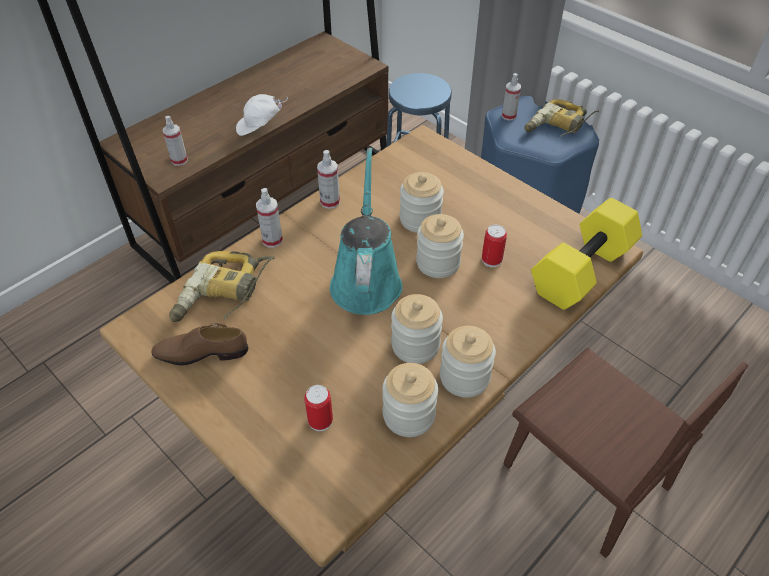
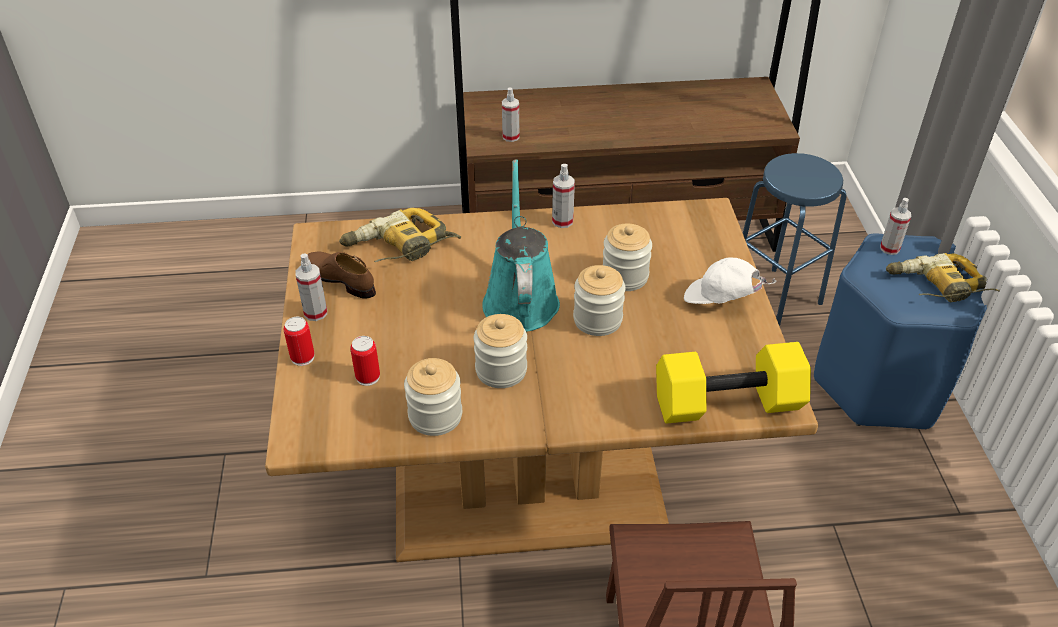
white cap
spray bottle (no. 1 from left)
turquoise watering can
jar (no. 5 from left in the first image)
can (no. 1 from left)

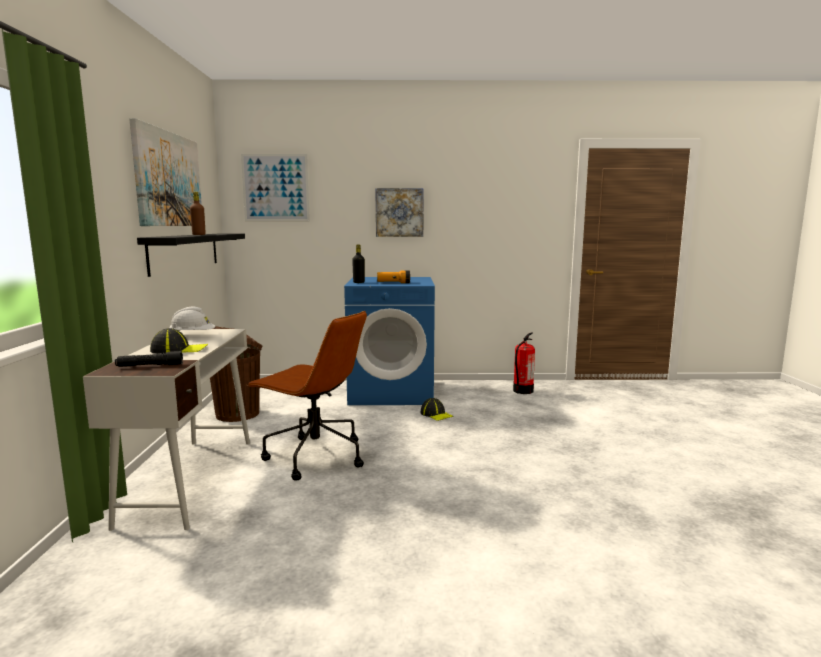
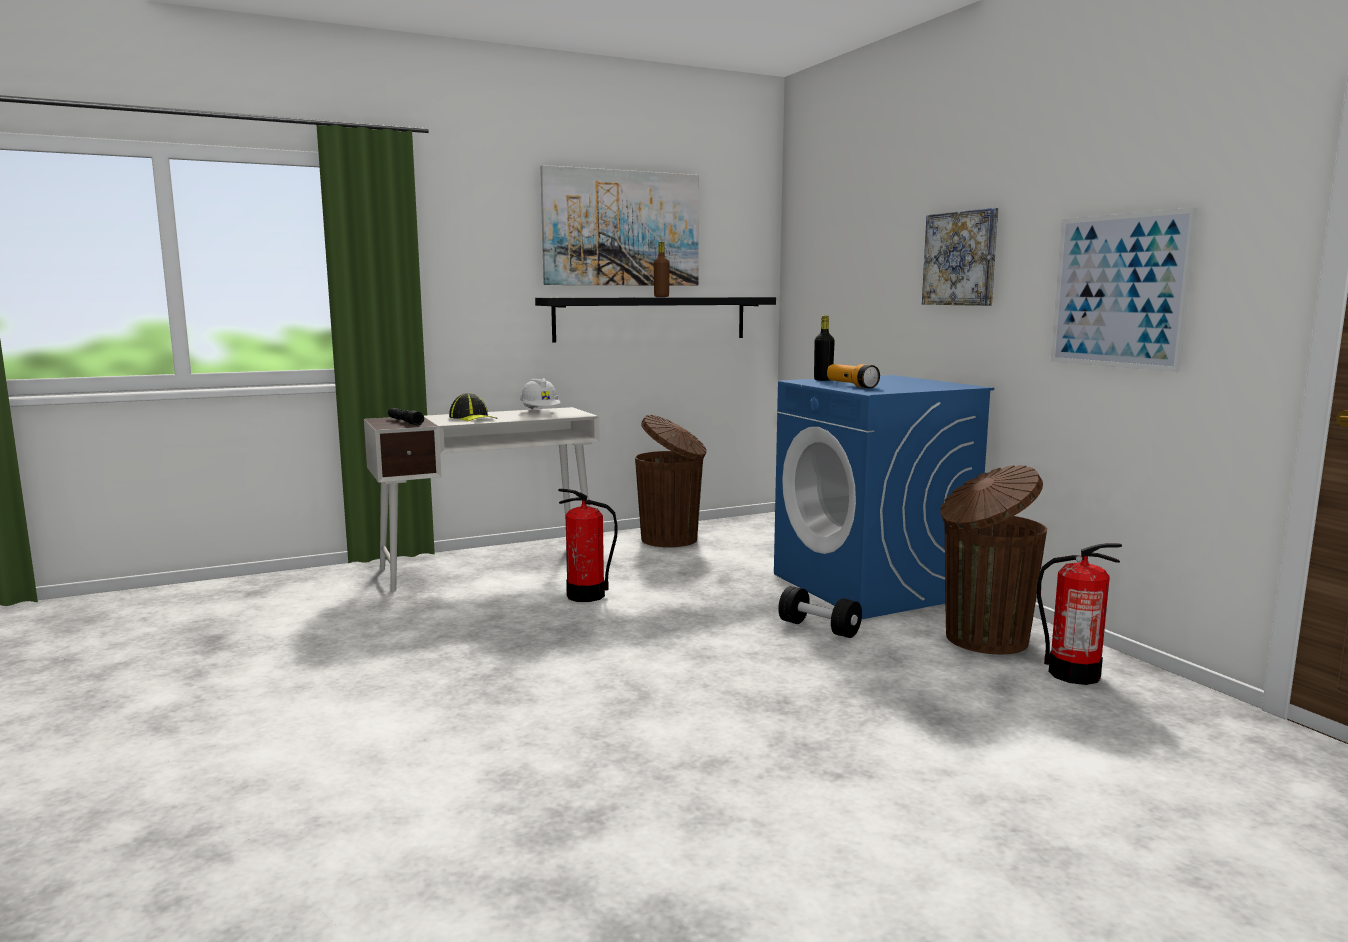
picture (no. 3 from left)
fire extinguisher (no. 1 from left)
black dumbbell
brown trash can (no. 2 from left)

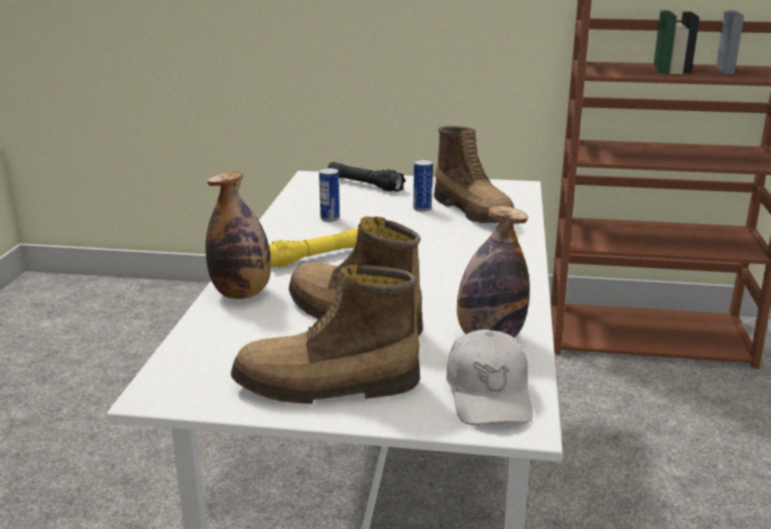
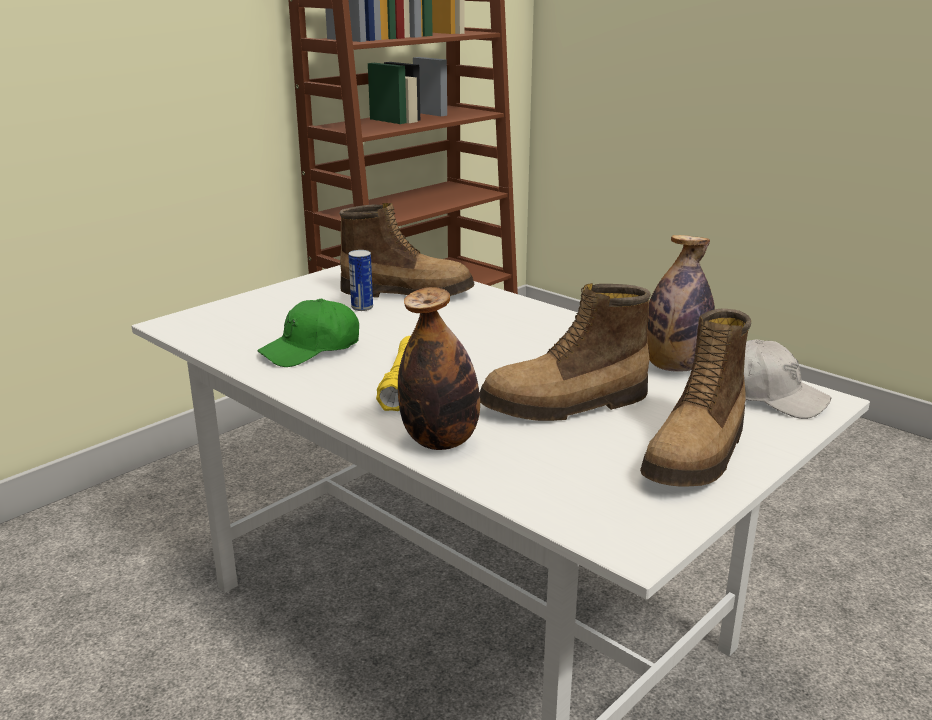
green cap
black flashlight

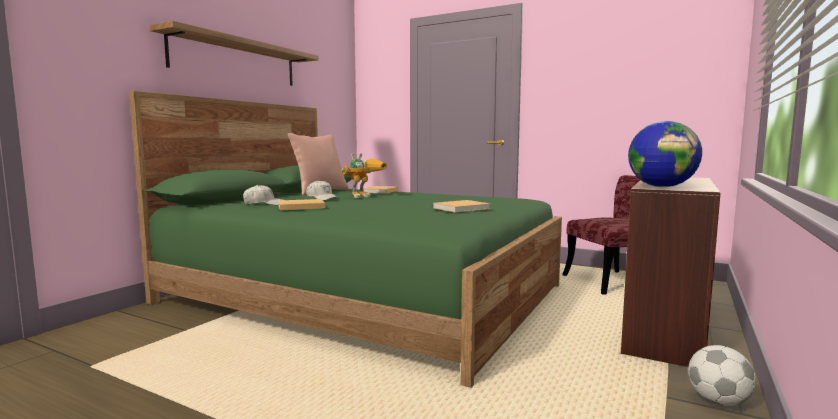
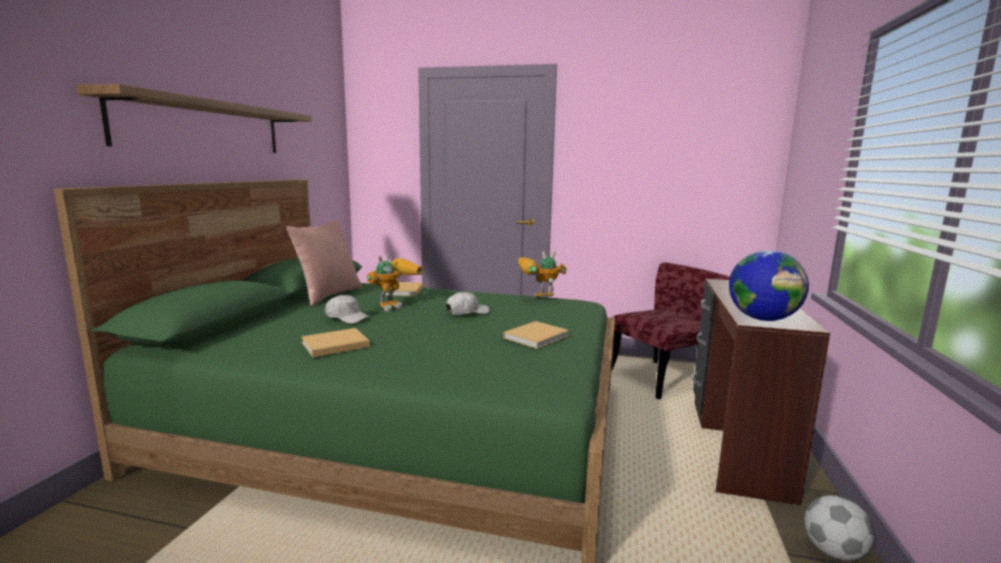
white cap (no. 2 from left)
toy robot (no. 2 from left)

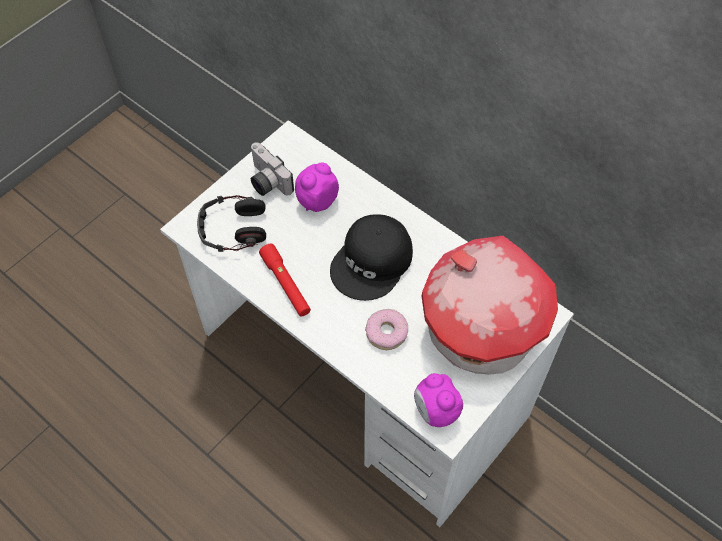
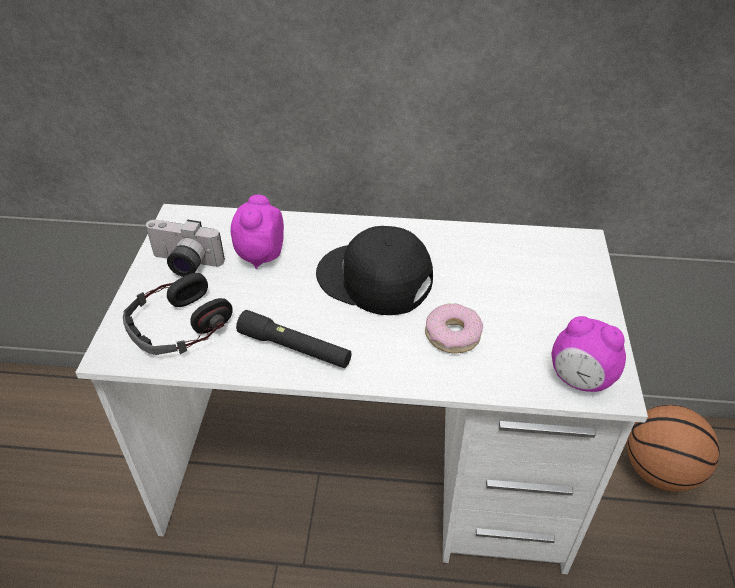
black flashlight
black cap
toy house
basketball

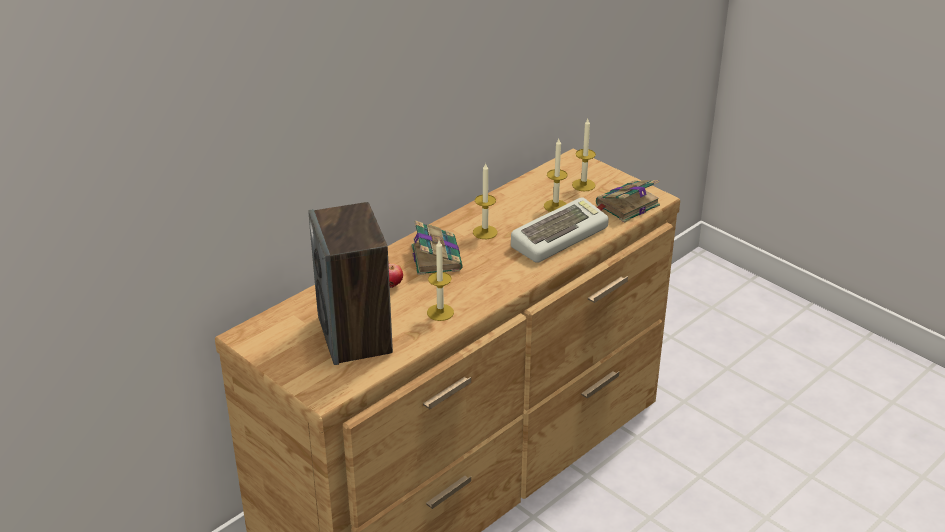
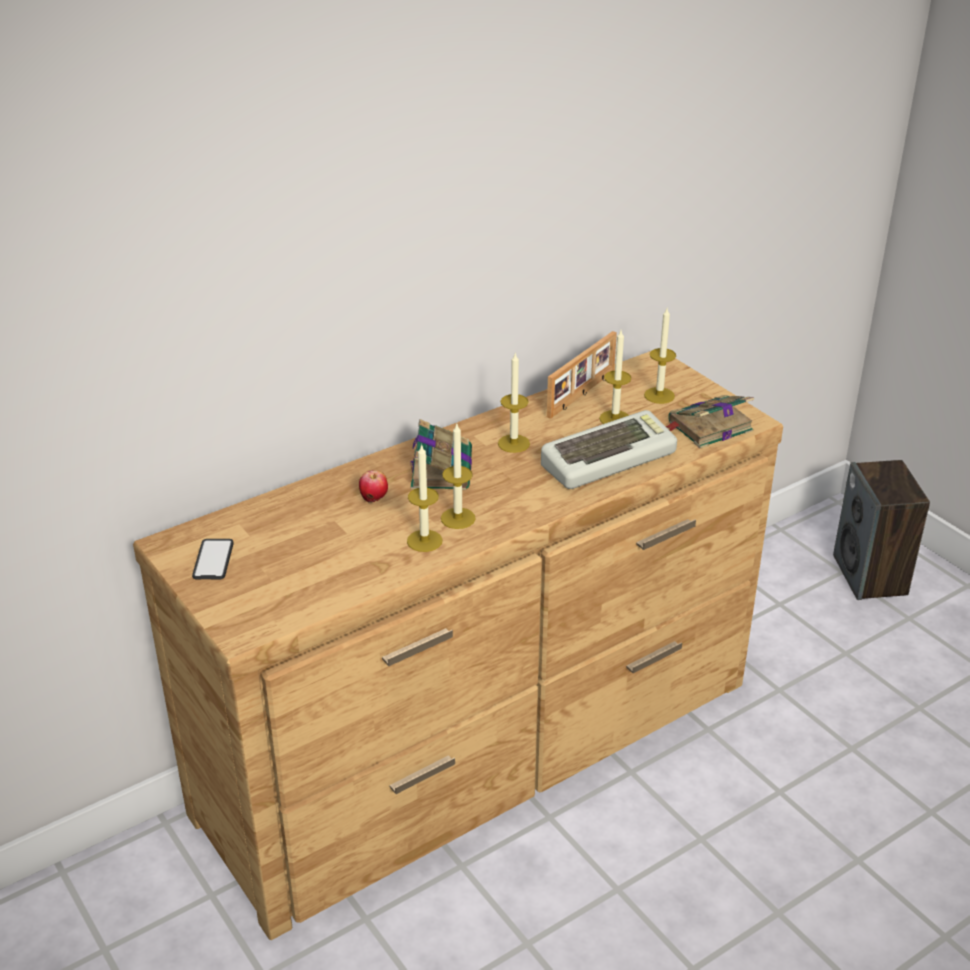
speaker
phone
candle (no. 2 from left)
picture frame

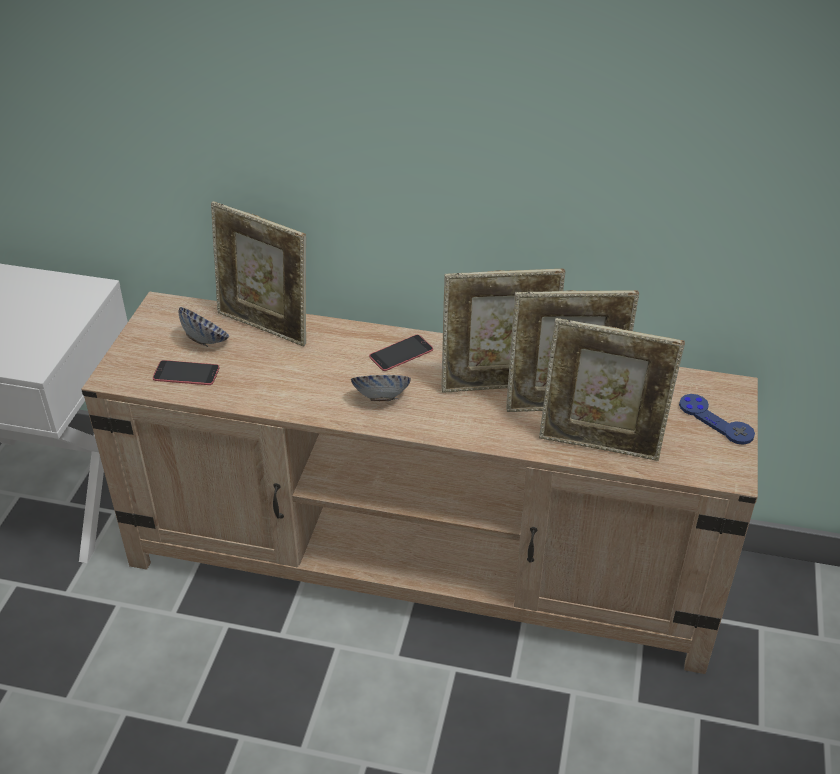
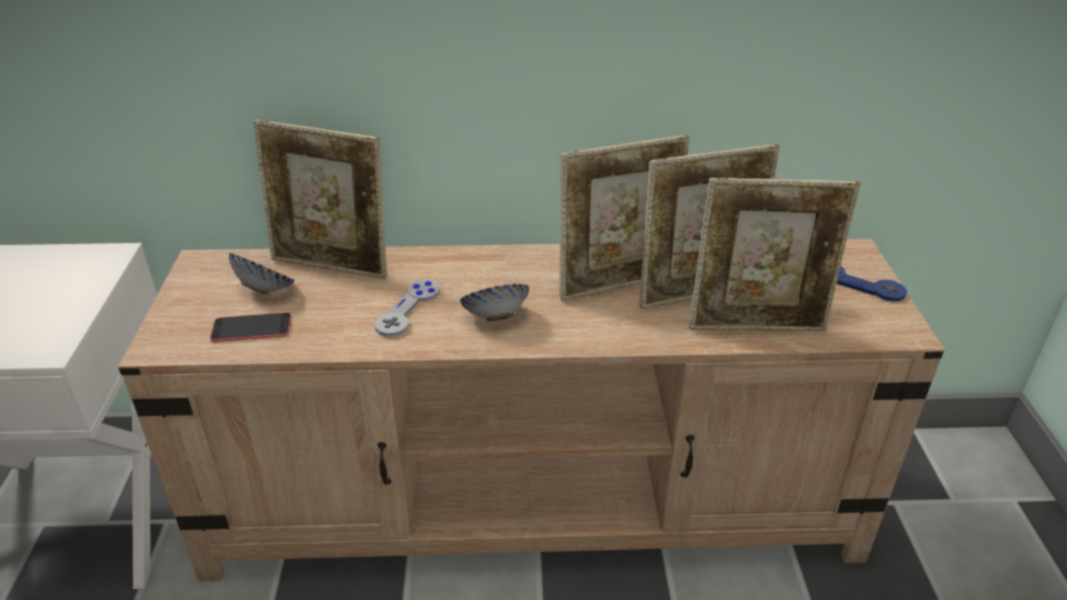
phone (no. 2 from left in the first image)
grey game controller

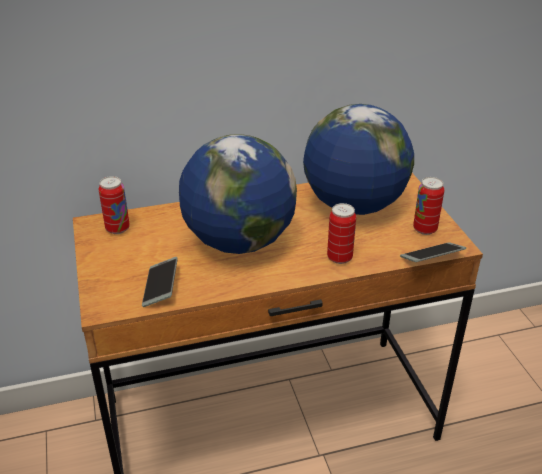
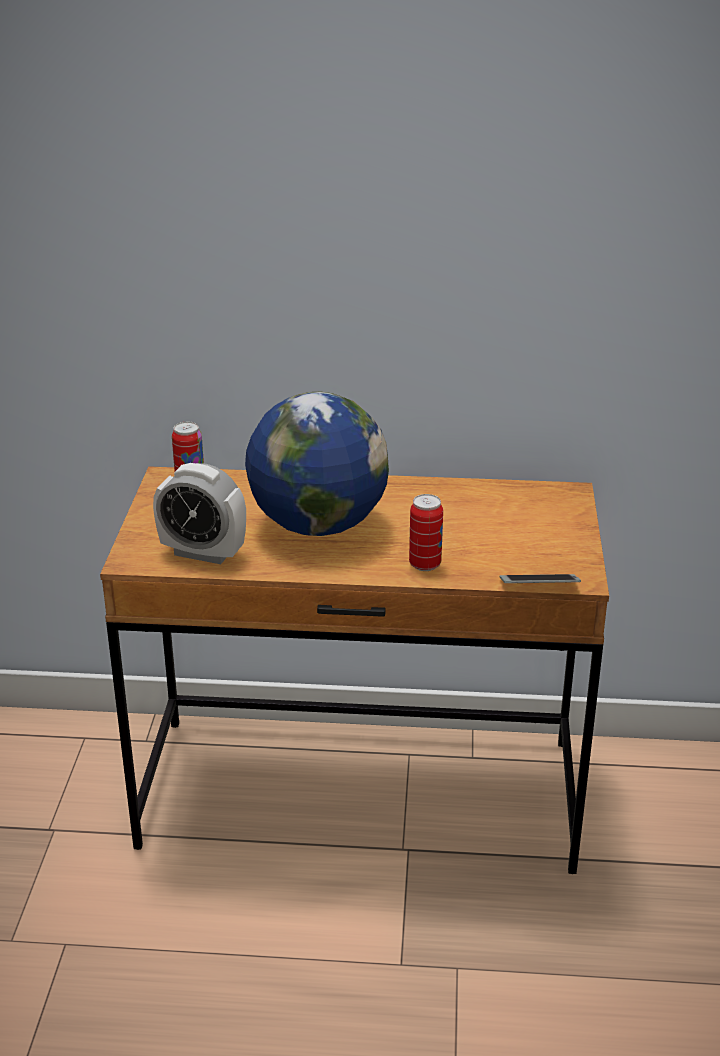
alarm clock
globe (no. 2 from left in the first image)
can (no. 3 from left in the first image)

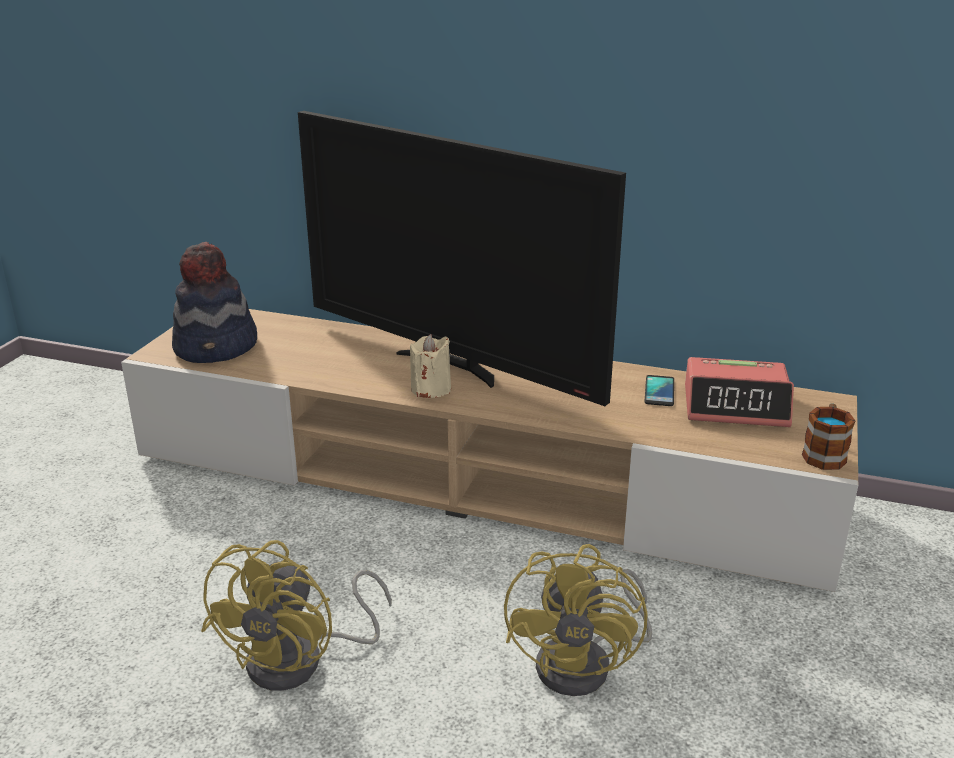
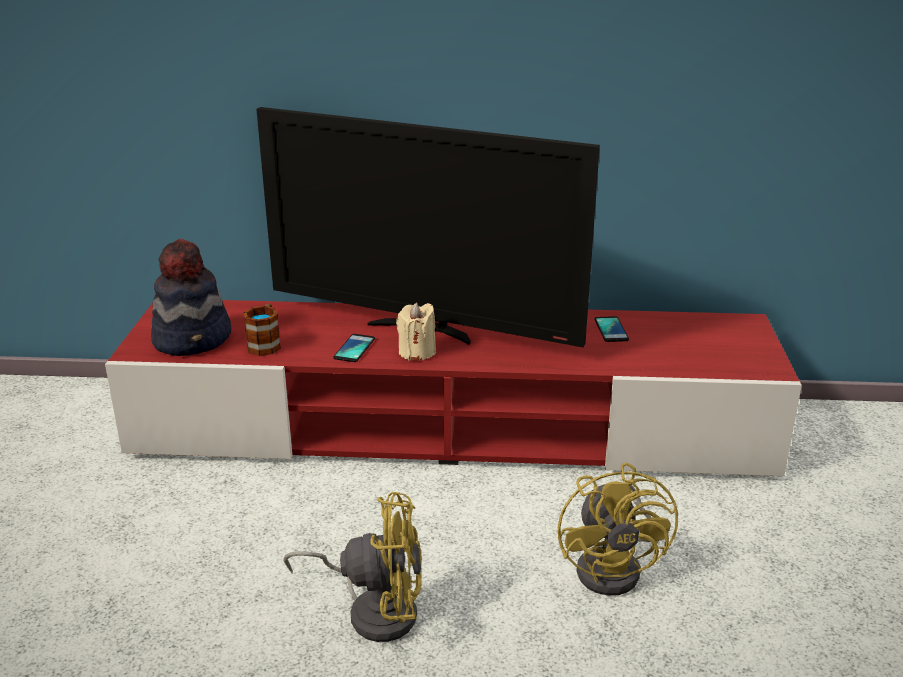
red tv stand
yellow fan (no. 1 from left)
alarm clock
mug
phone (no. 1 from left)

